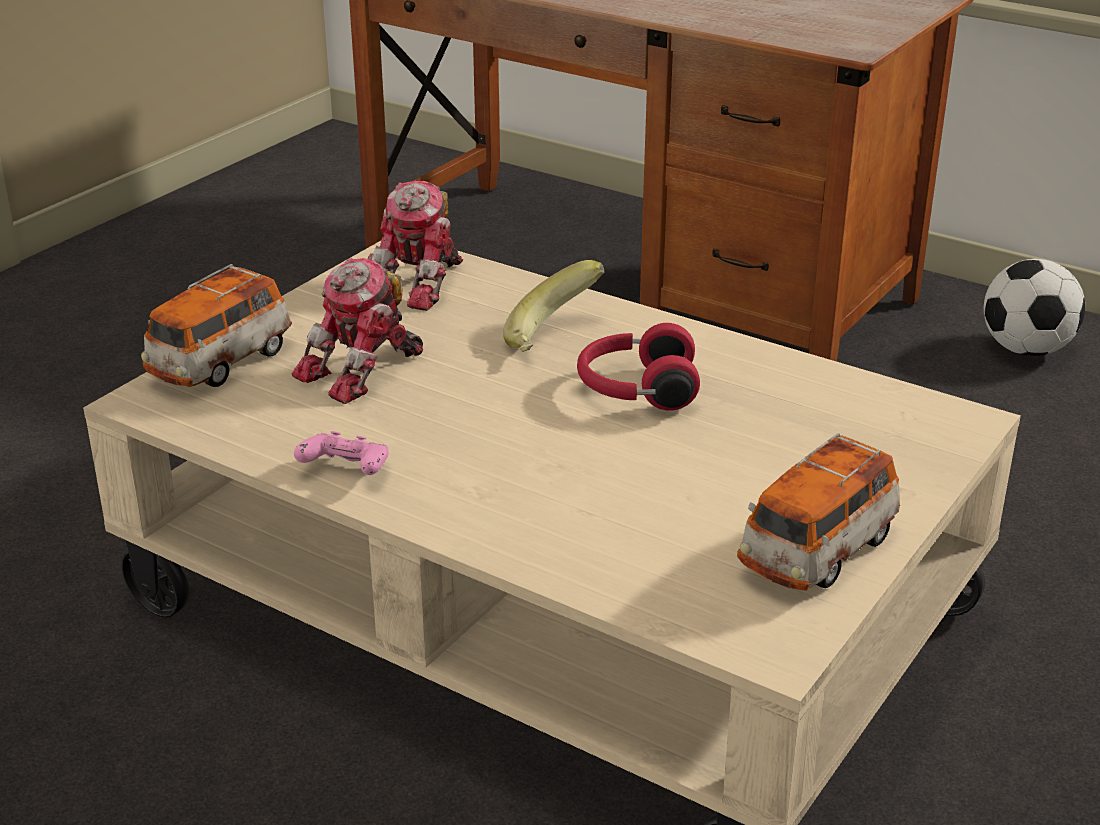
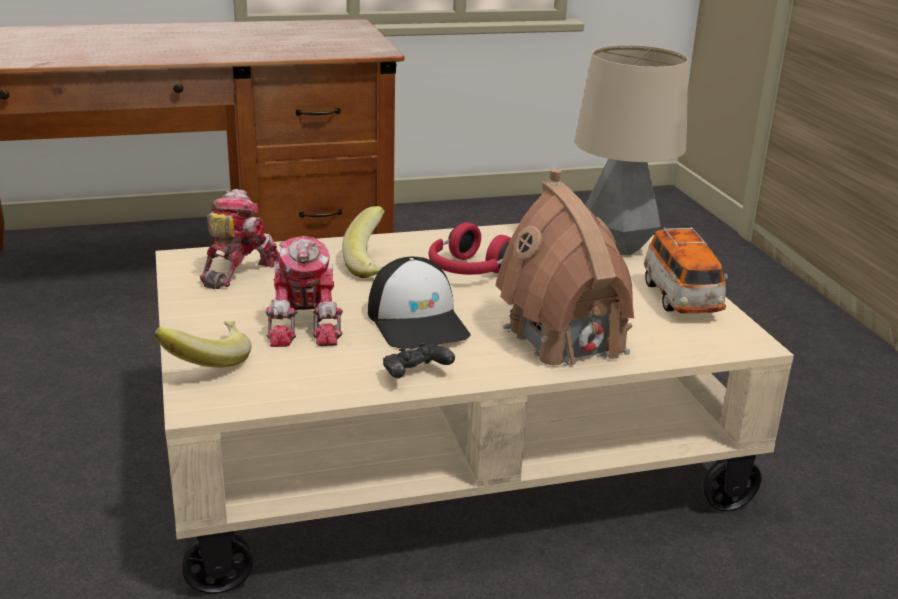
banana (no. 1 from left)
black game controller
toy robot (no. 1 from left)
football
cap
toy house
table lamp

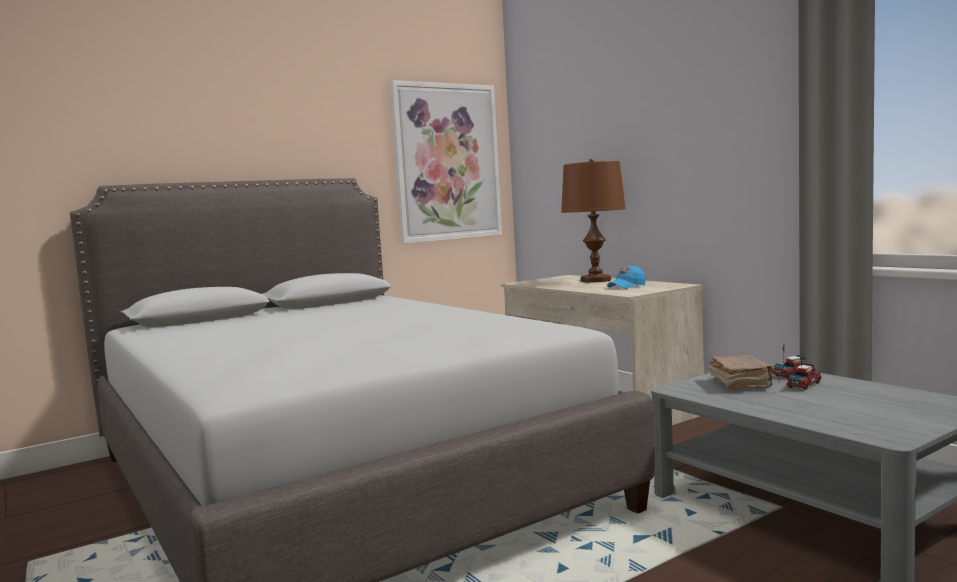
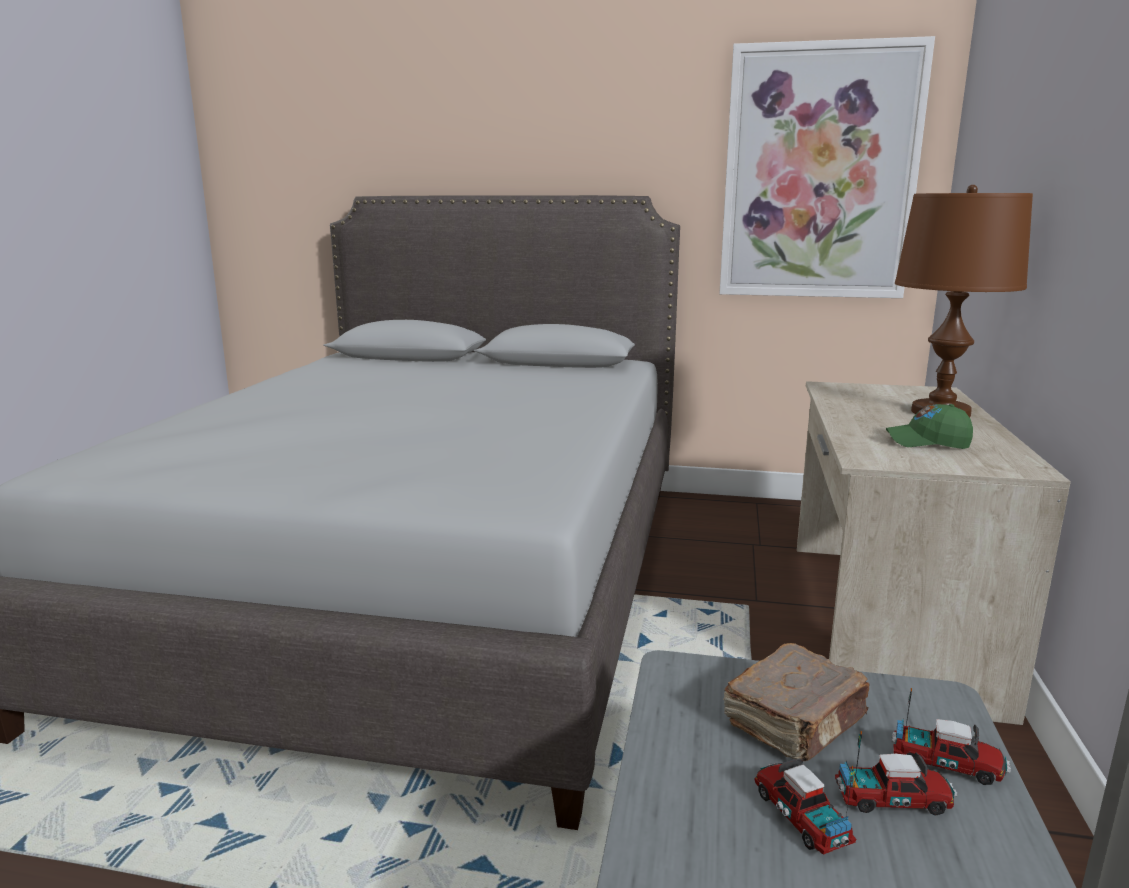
green cap
toy truck (no. 1 from left)

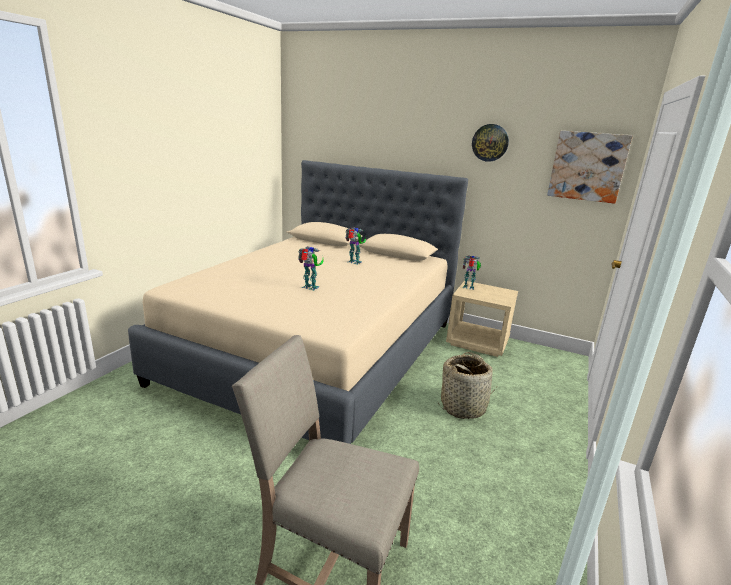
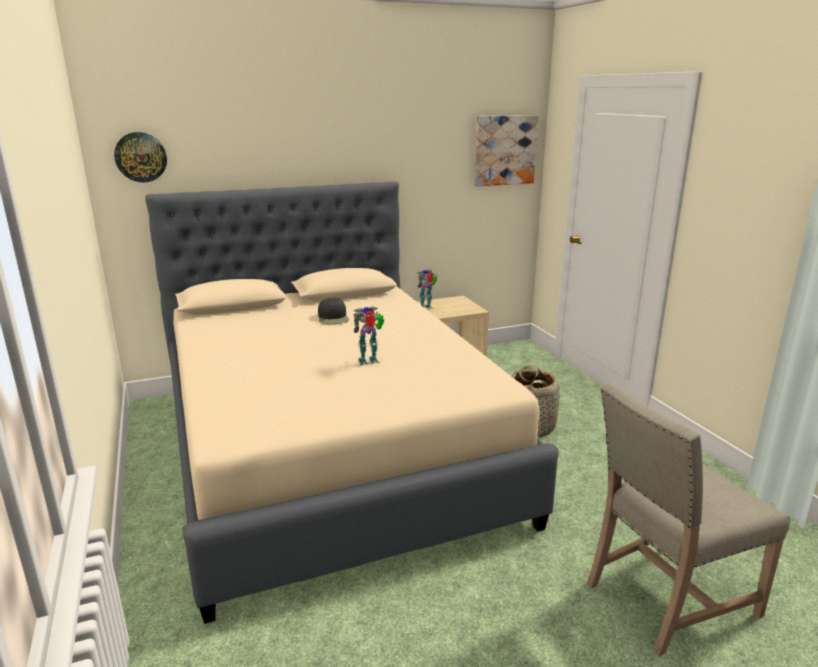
black cap
wall clock

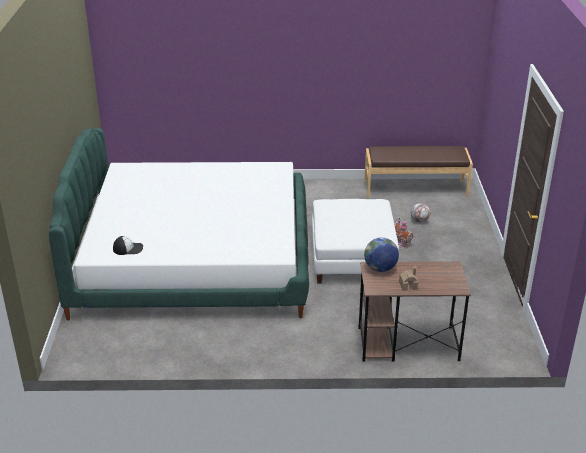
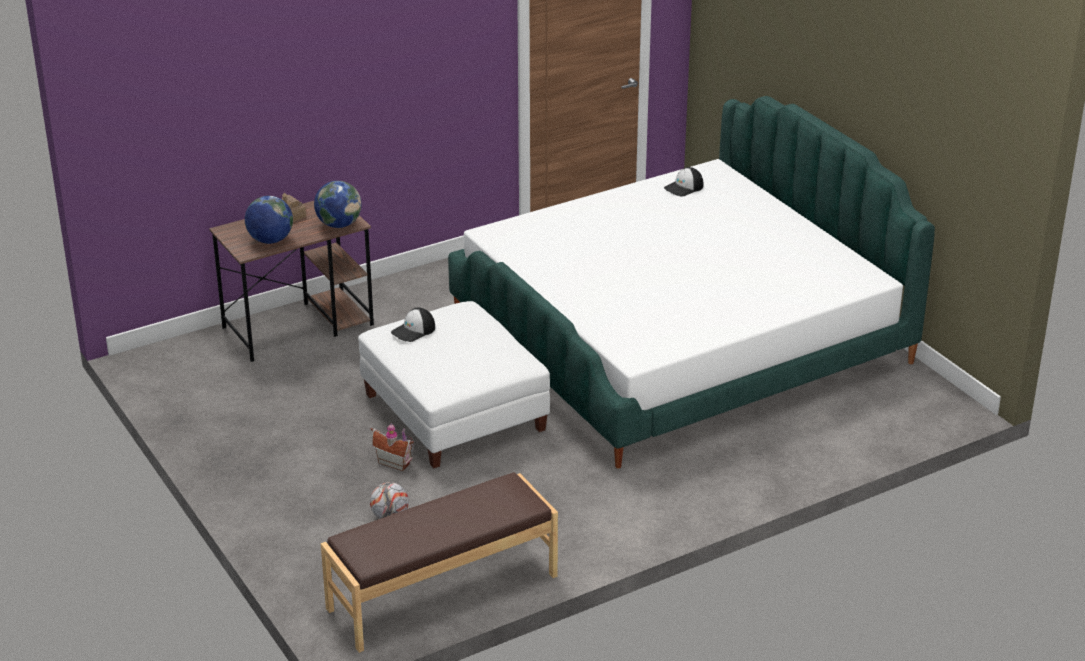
globe (no. 1 from left)
cap (no. 1 from left)

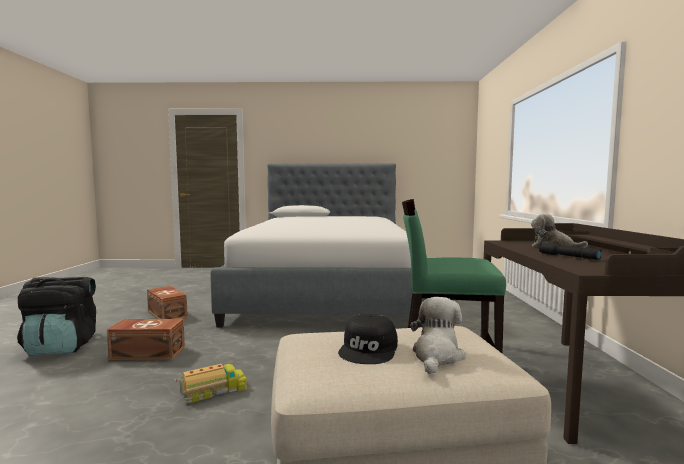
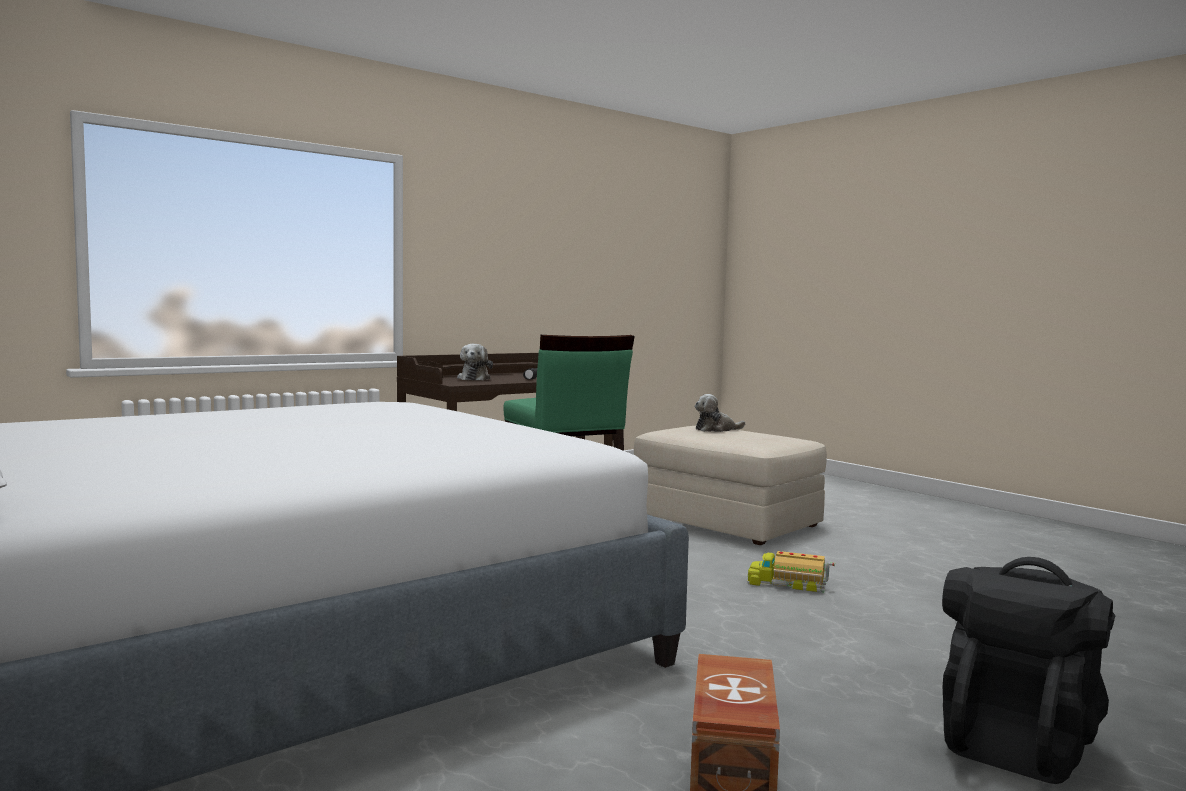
brown storage box (no. 1 from left in the first image)
black cap

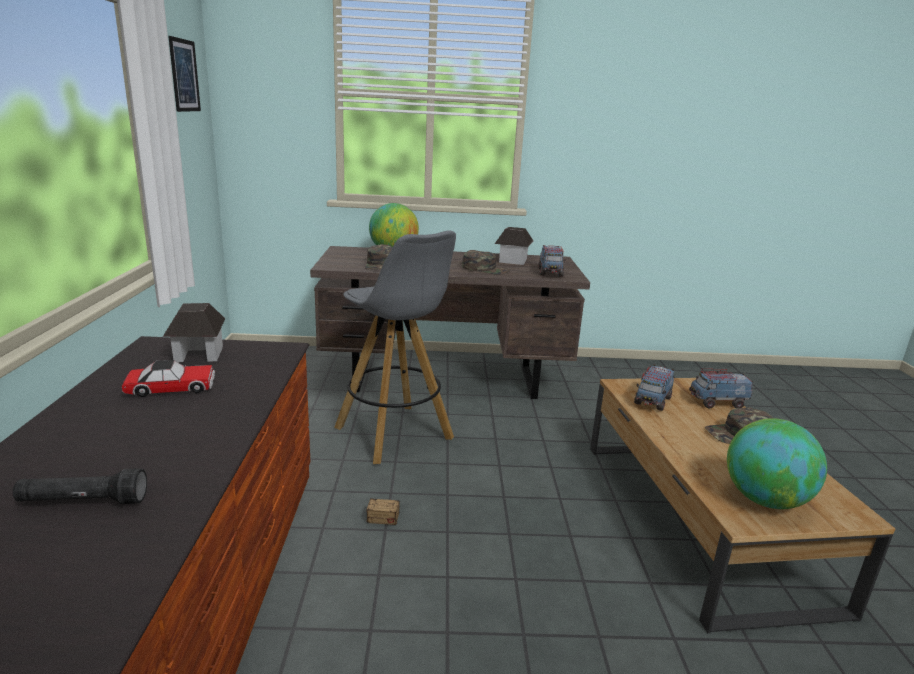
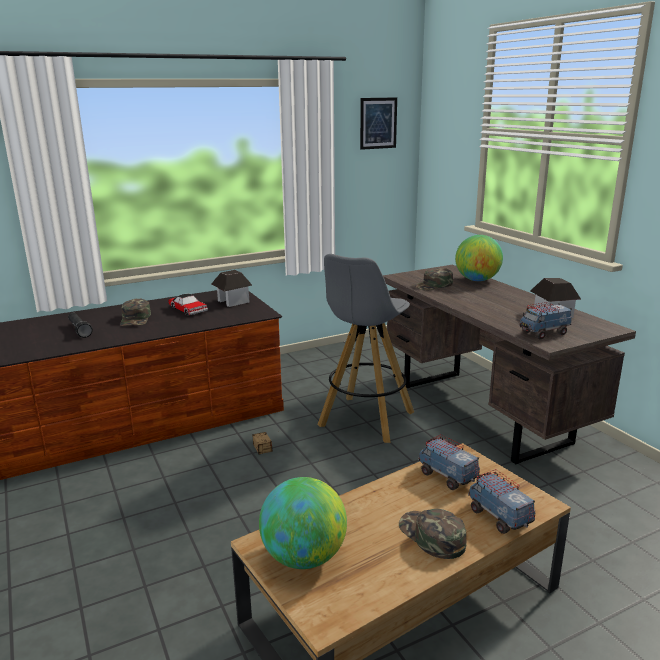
green cap (no. 1 from left)
toy truck (no. 1 from left)

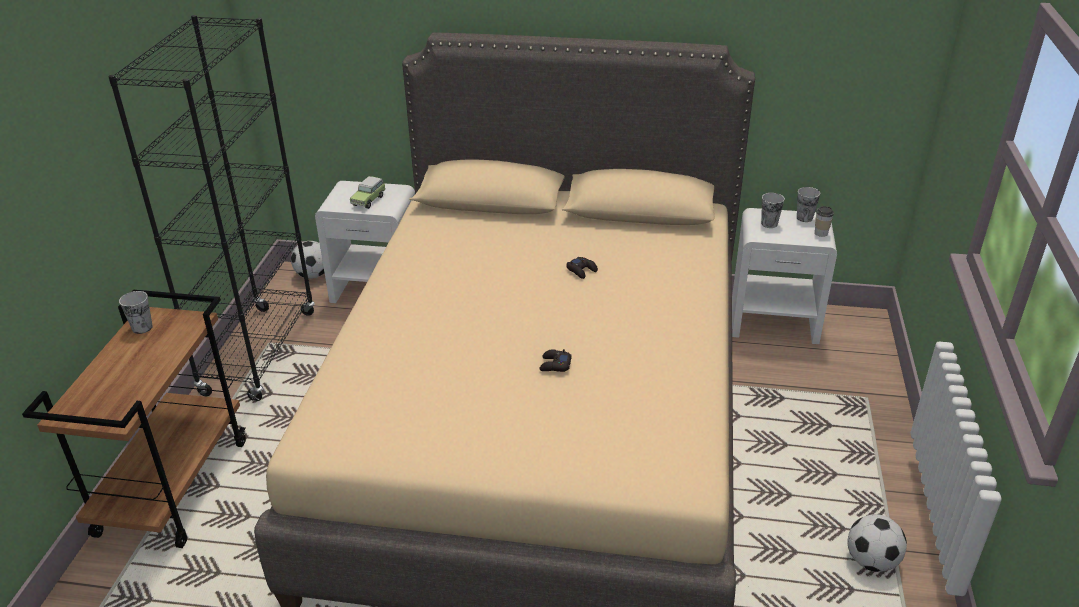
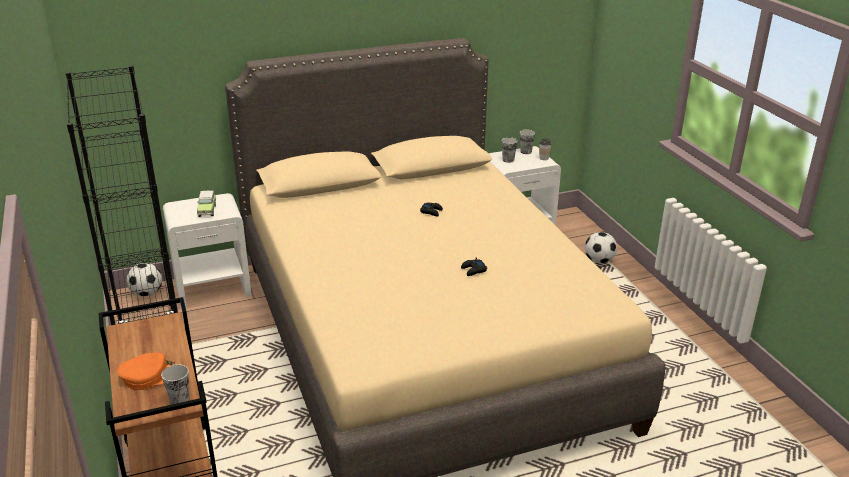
cup (no. 1 from left)
football (no. 2 from left)
orange cap

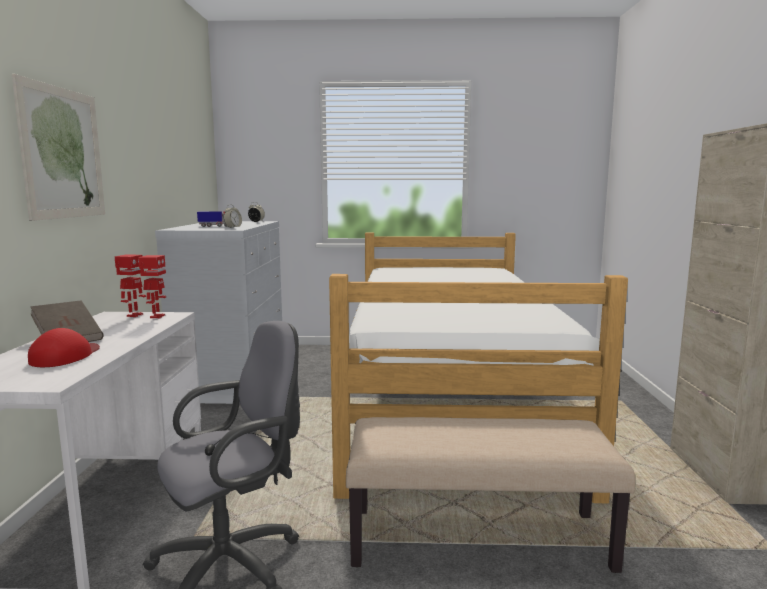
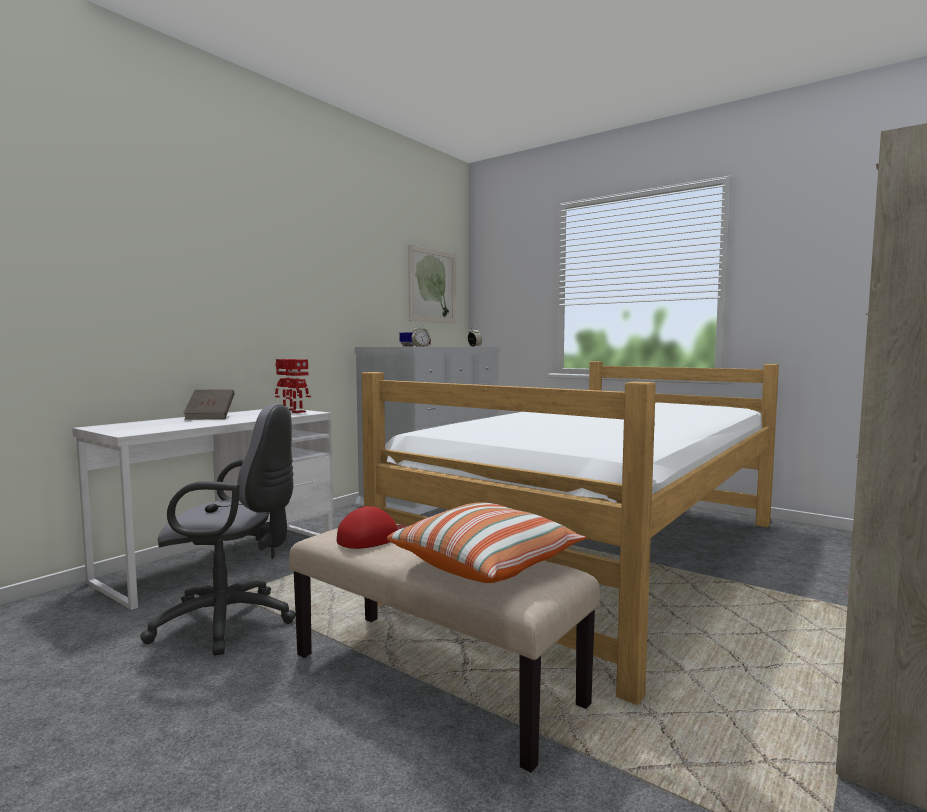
picture
red cap
pillow

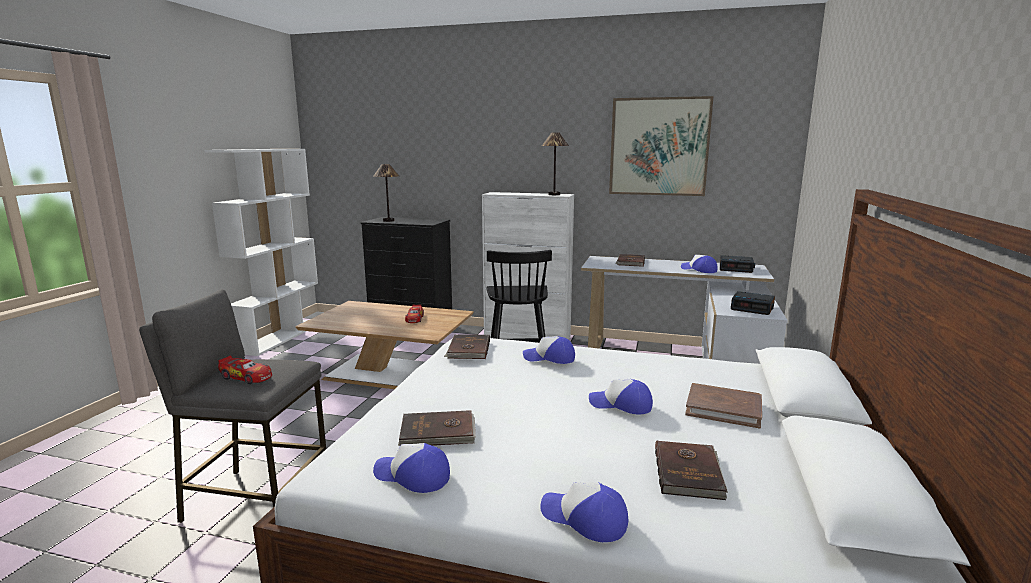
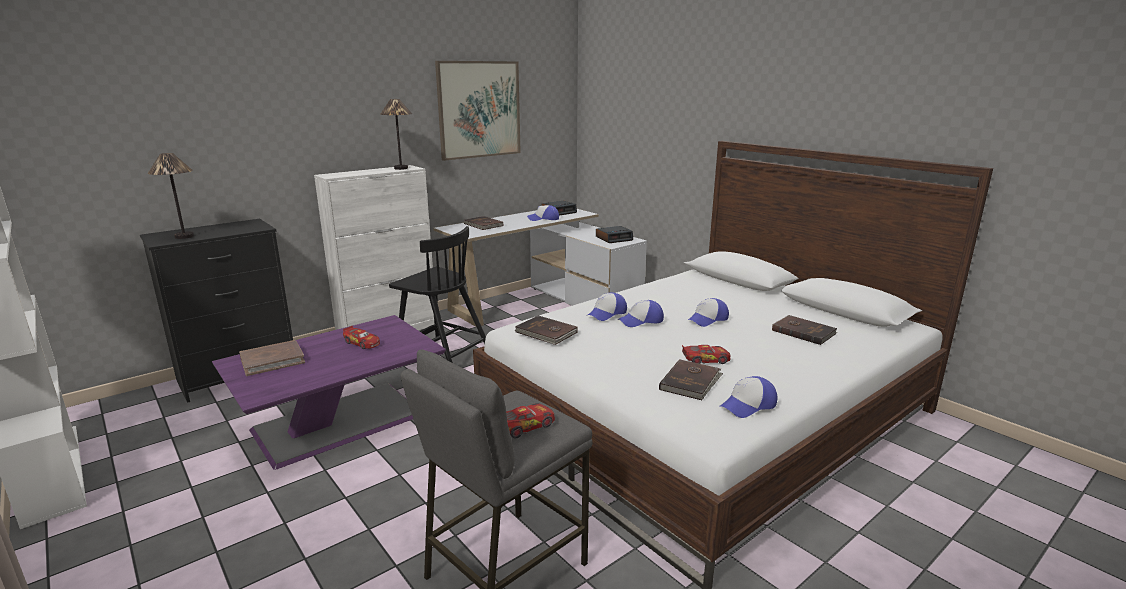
purple coffee table
cap (no. 3 from left)
brown book (no. 1 from left)
toy car (no. 3 from left)

